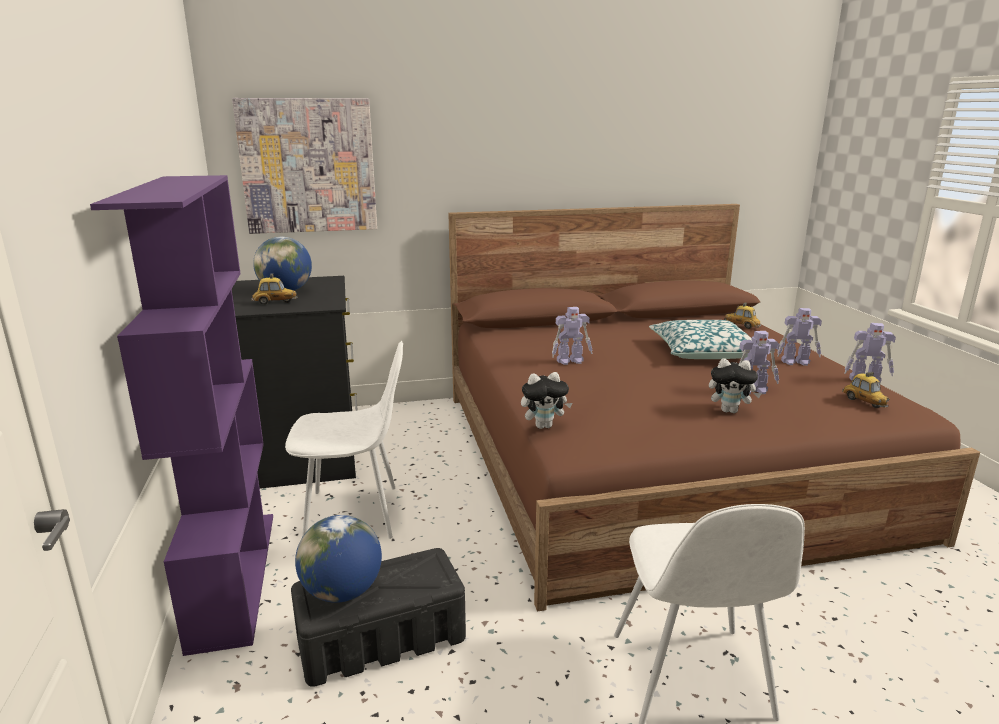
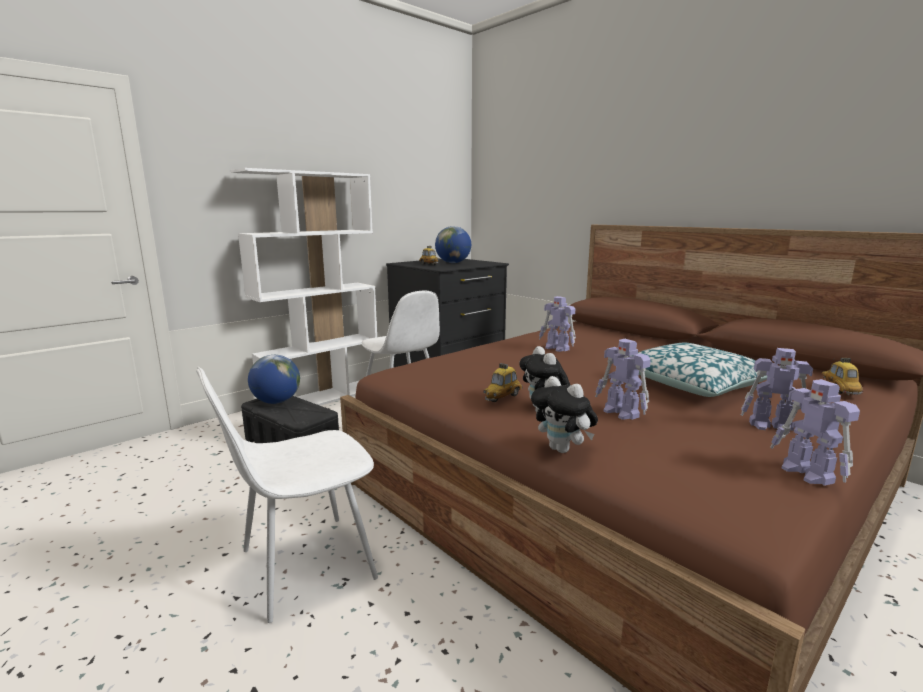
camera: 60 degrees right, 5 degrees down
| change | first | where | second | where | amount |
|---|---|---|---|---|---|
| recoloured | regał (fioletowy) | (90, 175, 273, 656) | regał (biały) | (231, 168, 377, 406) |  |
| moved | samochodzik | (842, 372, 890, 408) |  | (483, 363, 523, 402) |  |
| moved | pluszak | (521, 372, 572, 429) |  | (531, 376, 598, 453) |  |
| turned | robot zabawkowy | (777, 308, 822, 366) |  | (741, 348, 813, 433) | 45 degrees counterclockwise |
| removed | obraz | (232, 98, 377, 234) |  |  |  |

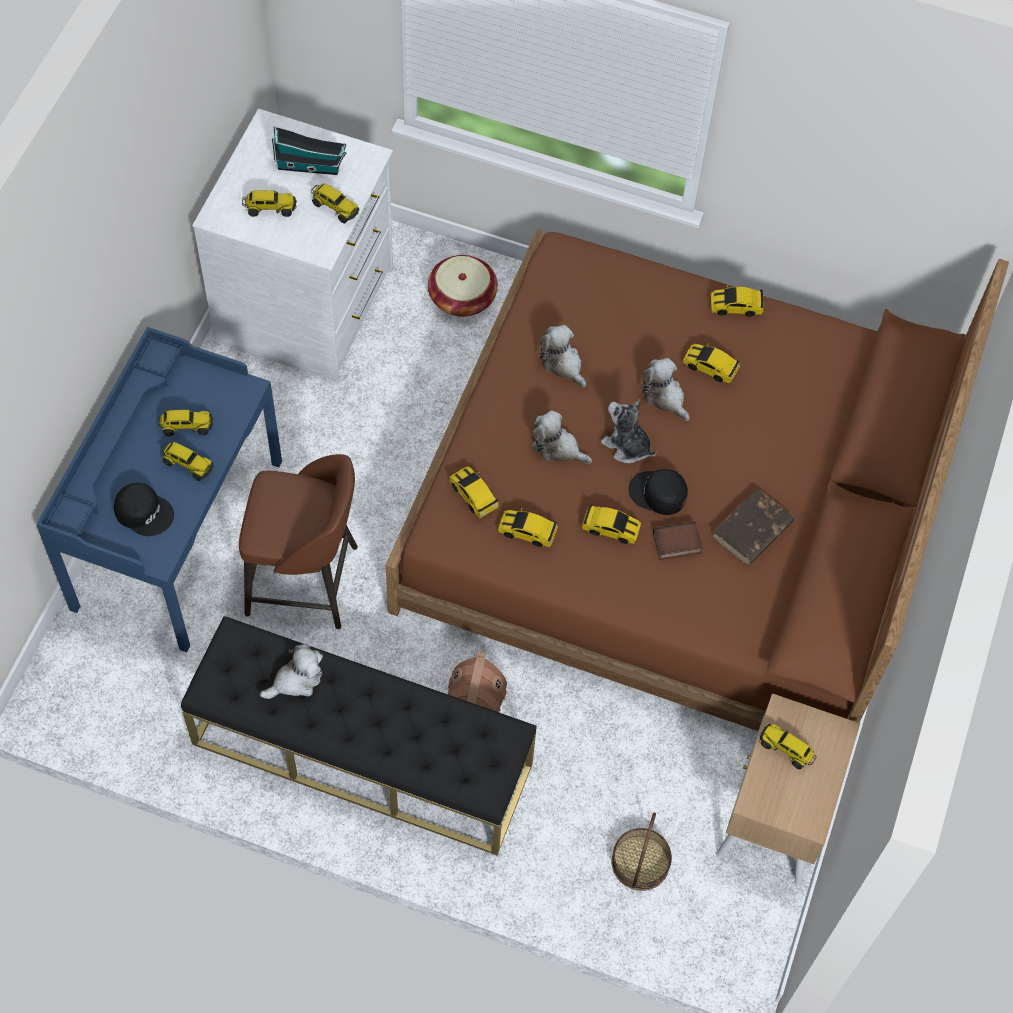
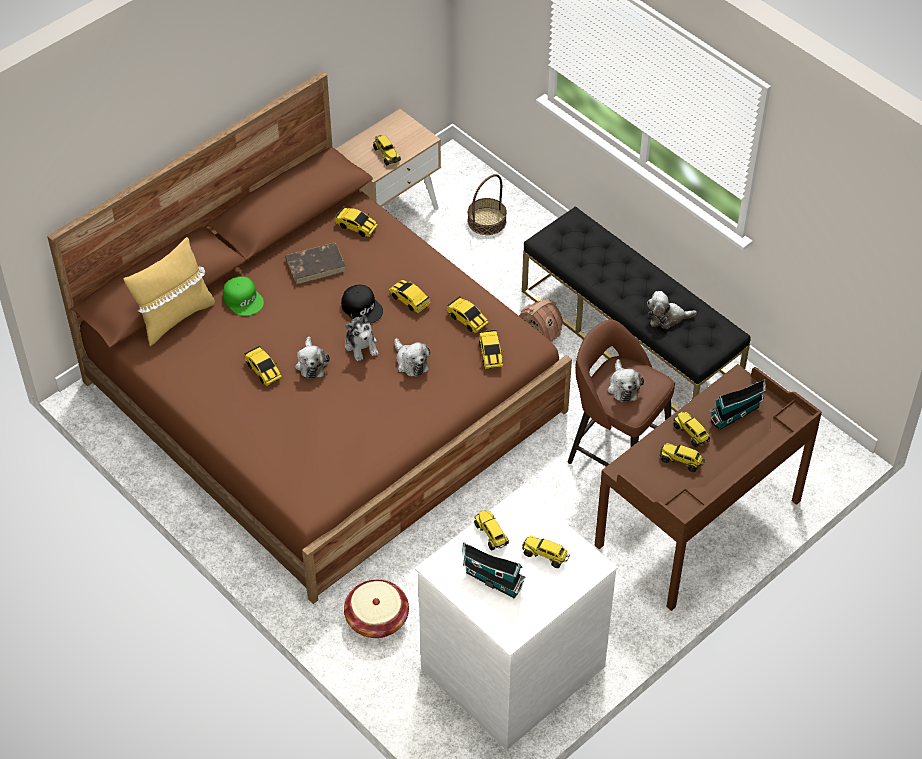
camera: 150 degrees left, 10 degrees down
| change | first | where | second | where | amount |
|---|---|---|---|---|---|
| added |  |  | poduszka (żółty) | (124, 237, 215, 346) |  |
| added |  |  | czapka z daszkiem (zielony) | (223, 276, 264, 316) |  |
| moved | samochodzik | (711, 285, 764, 317) |  | (335, 206, 378, 237) |  |
| recoloured | biurko (niebieski) | (36, 327, 282, 652) | biurko (brązowy) | (595, 364, 822, 611) |  |
| moved | pluszak | (540, 325, 586, 387) |  | (607, 359, 644, 402) |  |
| replaced | czapka z daszkiem (czarny) | (114, 483, 174, 536) | domek | (710, 379, 766, 430) |  |
| removed | książka | (653, 522, 703, 560) |  |  |  |

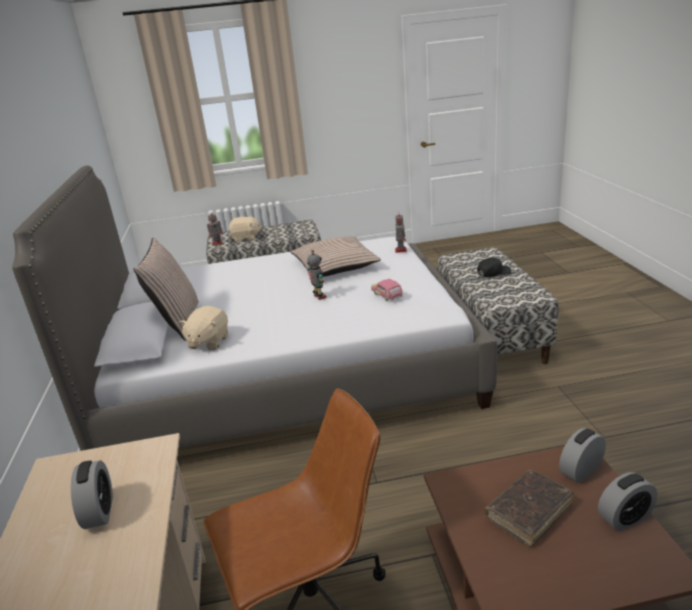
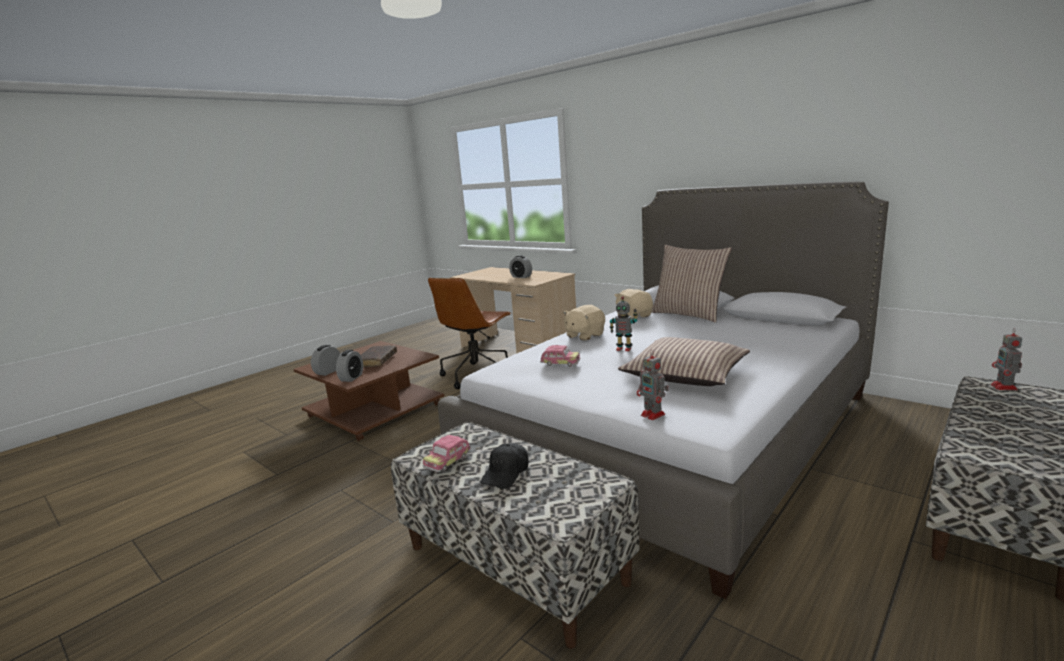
camera: 140 degrees right, 10 degrees down
| change | first | where | second | where | amount |
|---|---|---|---|---|---|
| added |  |  | samochodzik | (423, 435, 471, 472) |  |
| moved | pluszak (beżowy) | (229, 216, 262, 242) |  | (563, 305, 605, 341) |  |

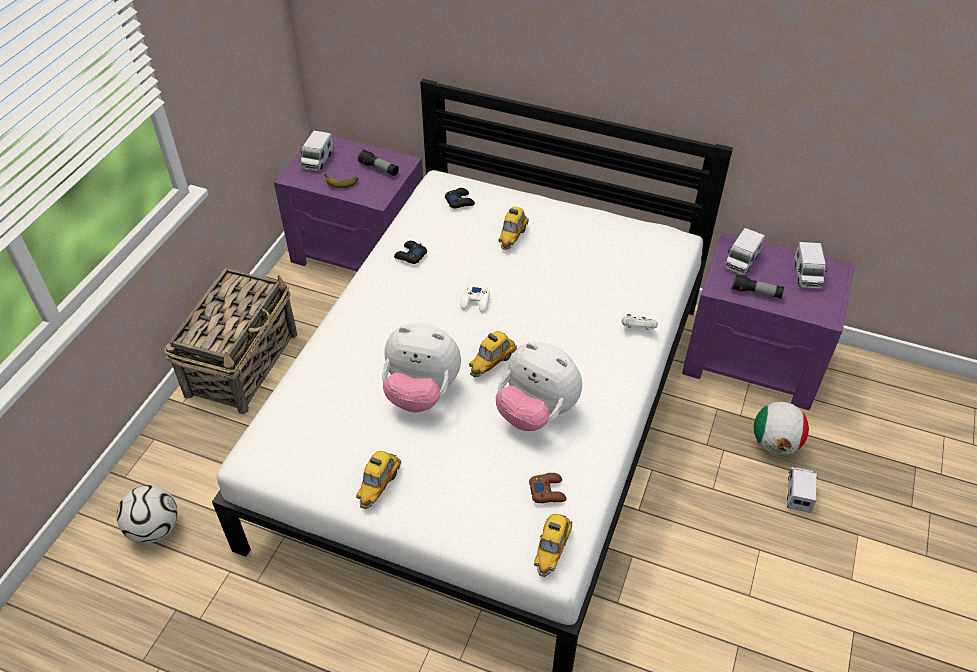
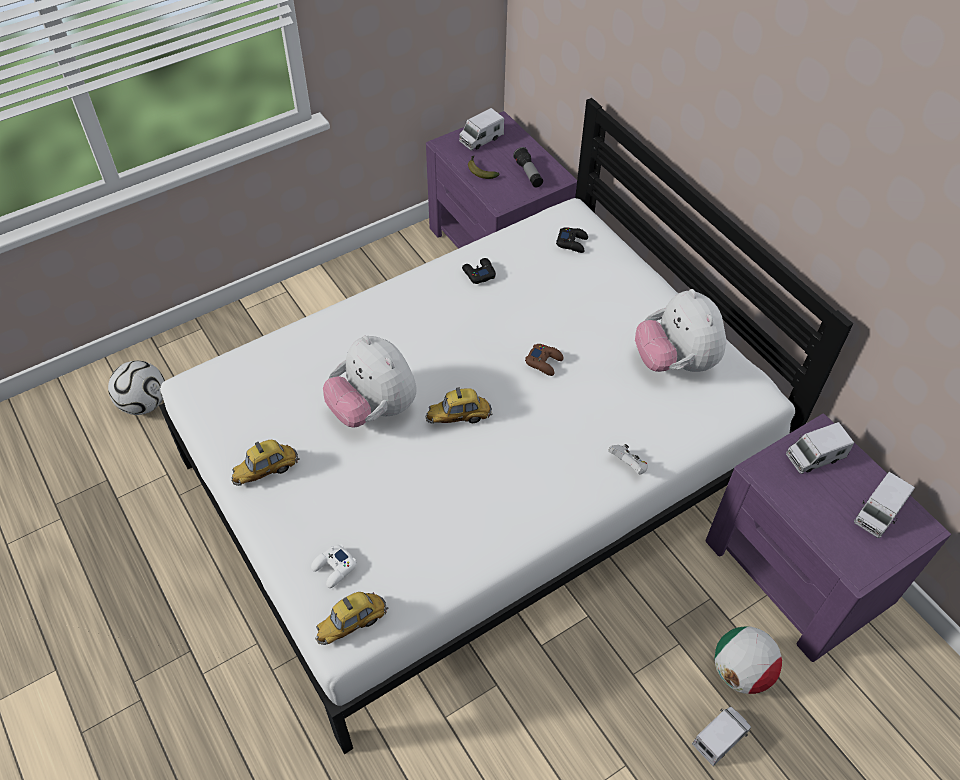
camera: 35 degrees right, 5 degrees up
| change | first | where | second | where | amount |
|---|---|---|---|---|---|
| moved | pad do gier (biały) | (460, 286, 490, 313) |  | (311, 544, 357, 588) |  |
| moved | pad do gier (brązowy) | (529, 473, 566, 503) |  | (525, 344, 563, 376) |  |
| moved | pluszak | (495, 342, 582, 431) |  | (635, 289, 726, 372) |  |
| removed | koszyk | (165, 268, 297, 414) |  |  |  |
| removed | samochodzik | (499, 207, 529, 250) |  |  |  |
| removed | latarka | (731, 274, 784, 299) |  |  |  |

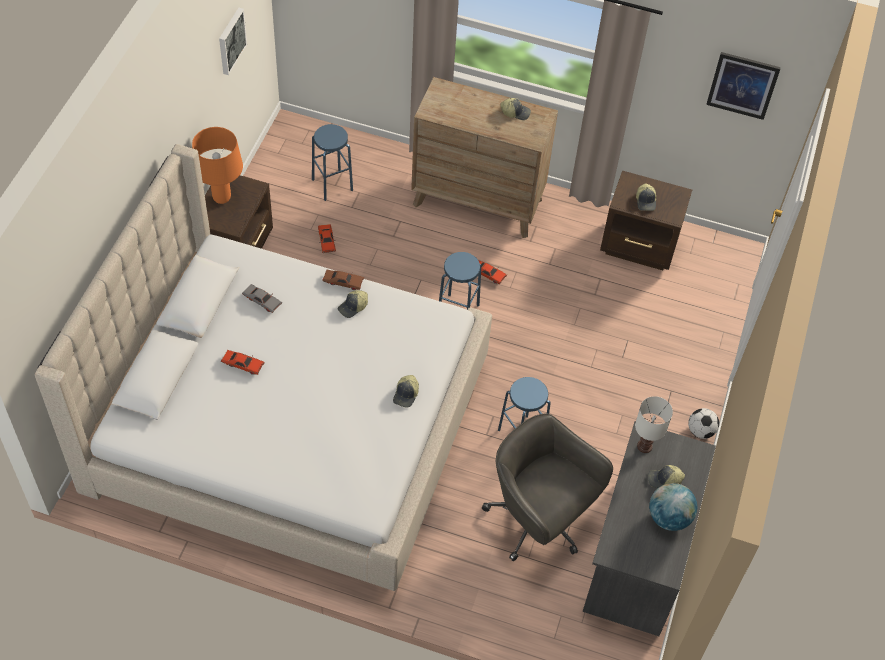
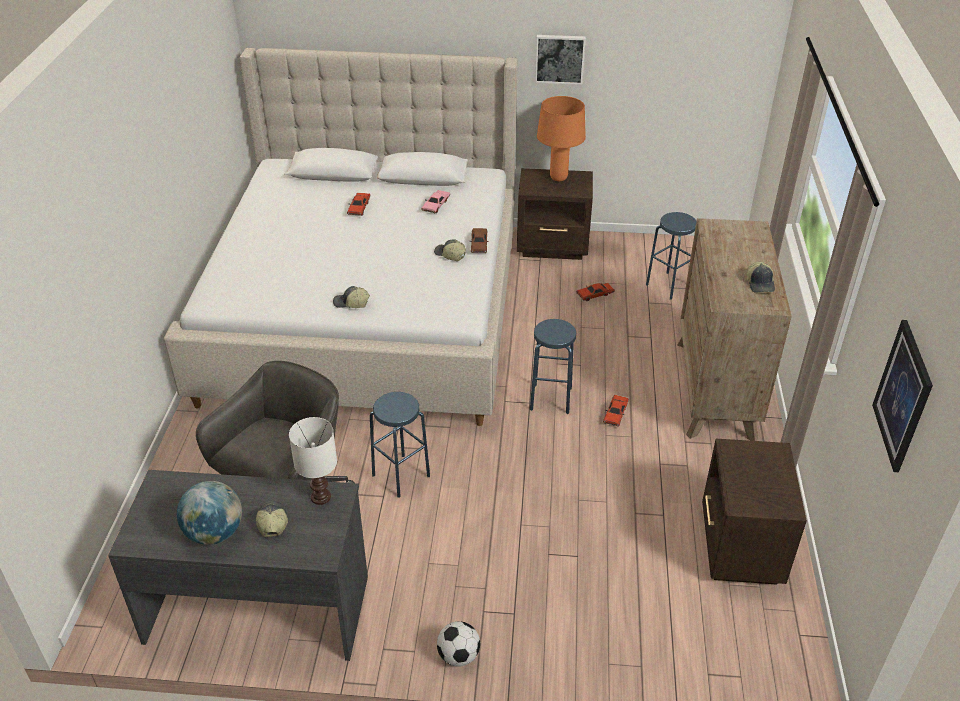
camera: 80 degrees right, 15 degrees down
| change | first | where | second | where | amount |
|---|---|---|---|---|---|
| recoloured | samochodzik (szary) | (242, 284, 282, 313) | samochodzik (różowy) | (421, 190, 450, 213) |  |
| moved | obraz | (219, 8, 247, 75) |  | (535, 35, 586, 84) |  |
| removed | czapka z daszkiem | (636, 183, 656, 211) |  |  |  |

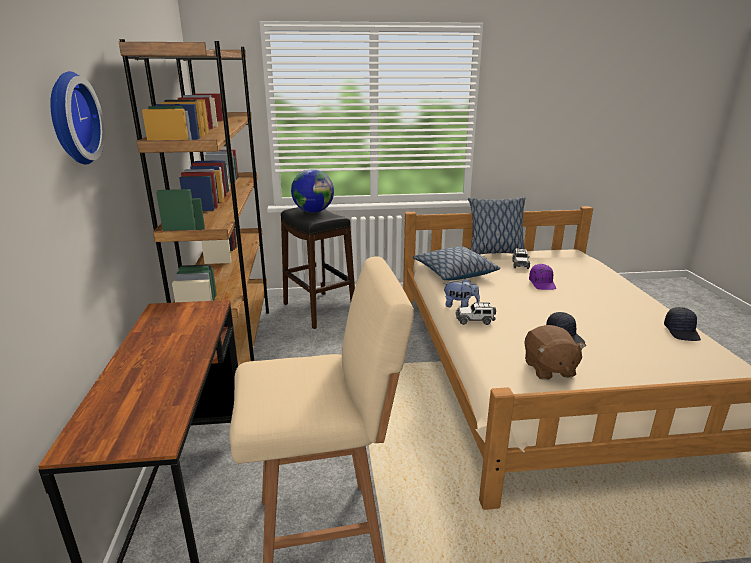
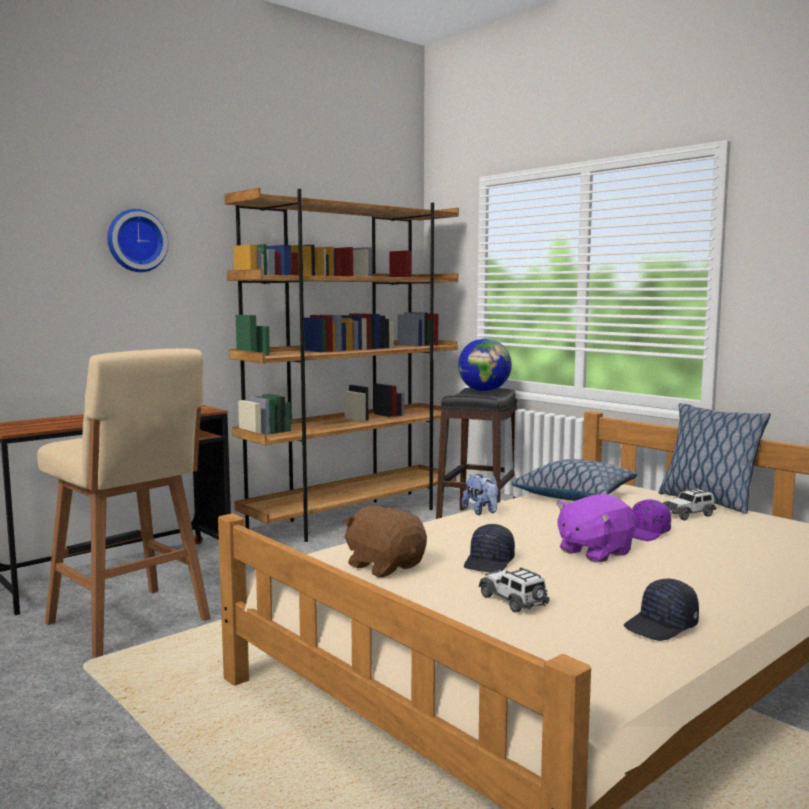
camera: 55 degrees right, 15 degrees down
| change | first | where | second | where | amount |
|---|---|---|---|---|---|
| turned | pluszak (brązowy) | (524, 325, 586, 380) |  | (343, 506, 427, 577) | 90 degrees clockwise |
| moved | samochodzik | (455, 302, 496, 325) |  | (479, 567, 550, 612) |  |
| added |  |  | pluszak (fioletowy) | (557, 494, 636, 563) |  |

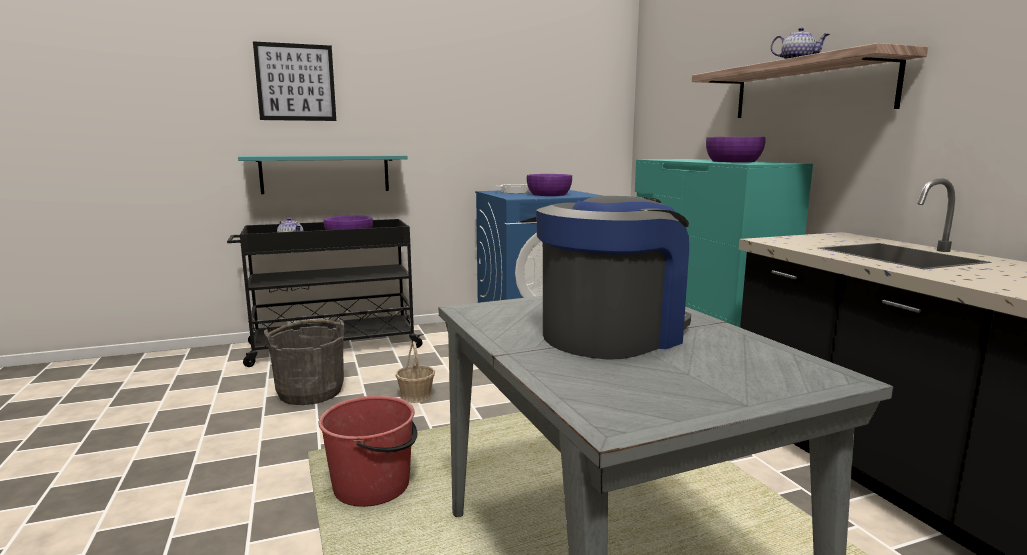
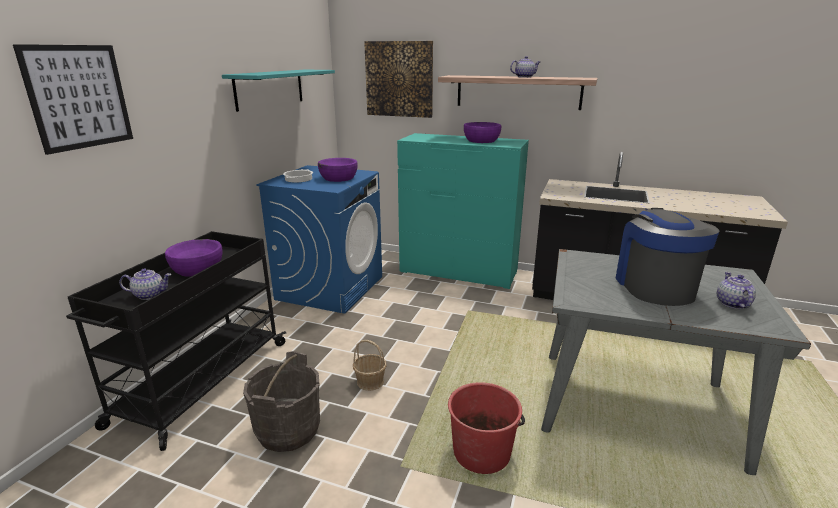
camera: 50 degrees left, 10 degrees up
| change | first | where | second | where | amount |
|---|---|---|---|---|---|
| moved | półka (turkusowy) | (238, 155, 408, 194) |  | (222, 70, 335, 112) |  |
| added |  |  | obraz | (364, 41, 433, 118) |  |
| added |  |  | imbryk | (717, 272, 756, 309) |  |

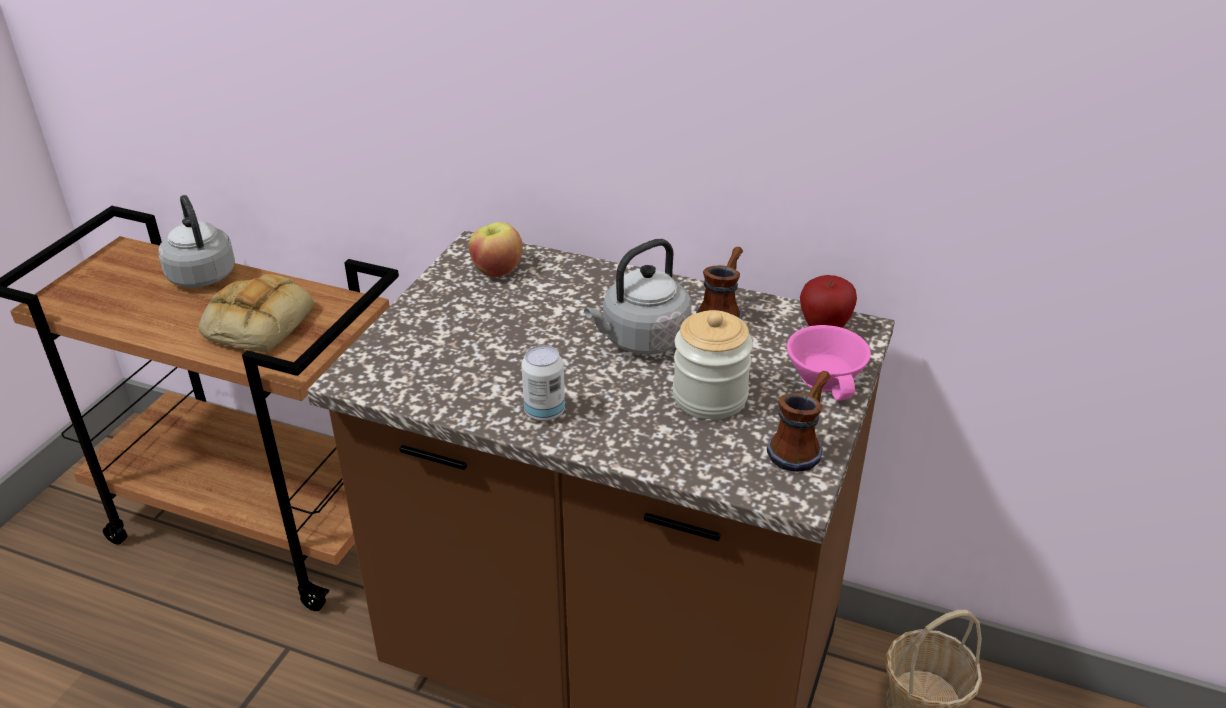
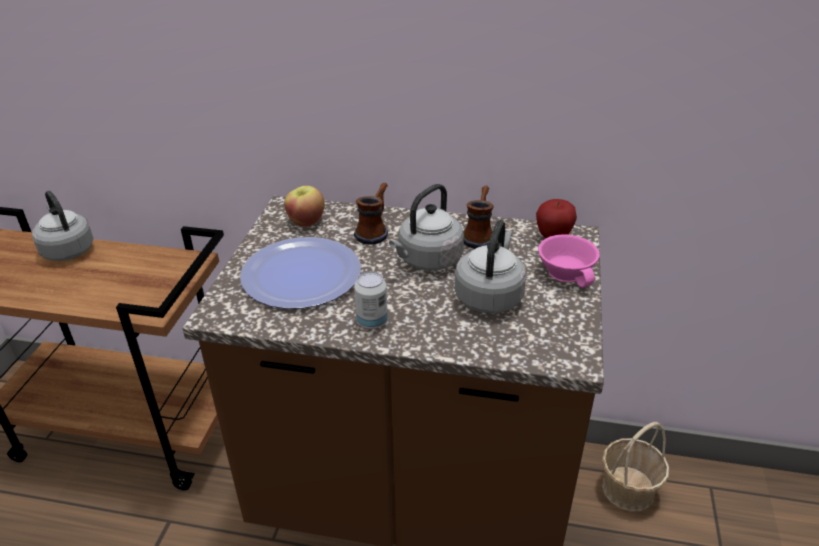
camera: 10 degrees left, 0 degrees up
| change | first | where | second | where | amount |
|---|---|---|---|---|---|
| added |  |  | talerz | (240, 237, 361, 309) |  |
| moved | kubek | (767, 371, 831, 472) |  | (354, 183, 388, 245) |  |
| replaced | słoik | (673, 310, 753, 419) | czajnik (szary) | (455, 220, 526, 313) |  |
| removed | chleb | (199, 274, 314, 352) |  |  |  |

